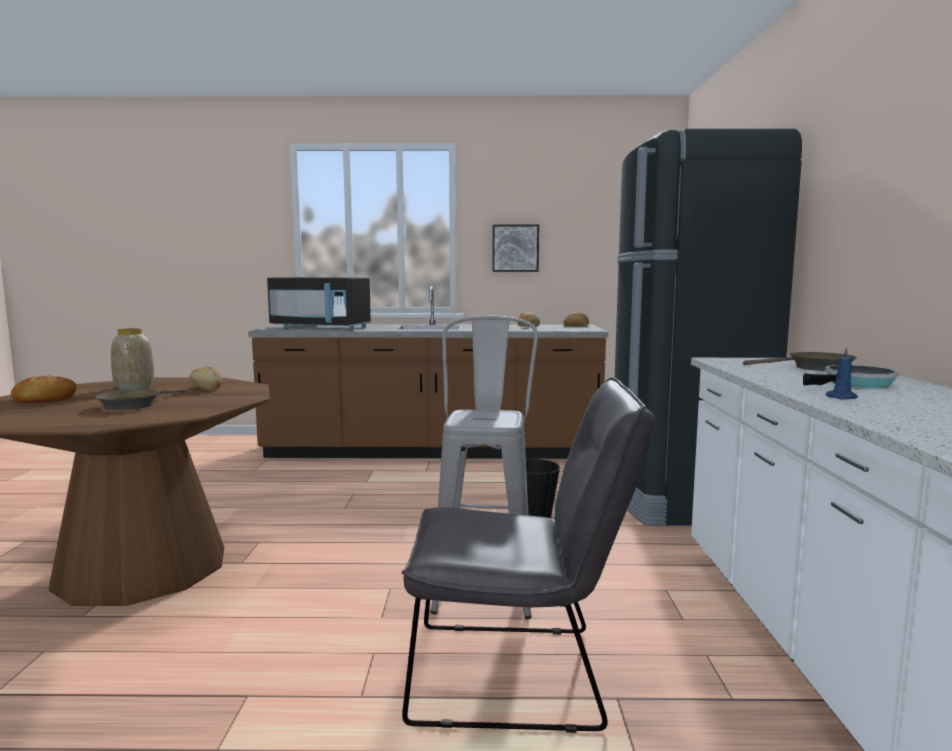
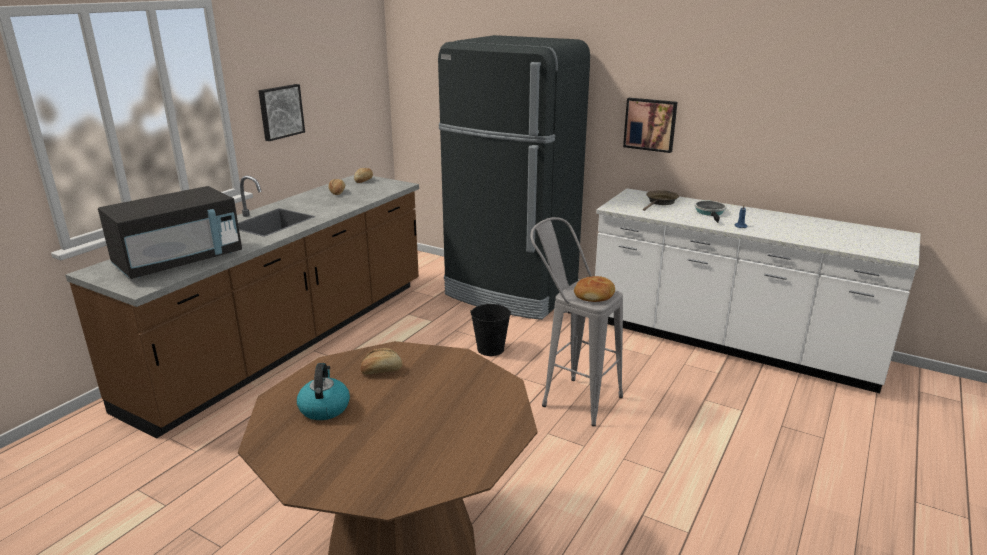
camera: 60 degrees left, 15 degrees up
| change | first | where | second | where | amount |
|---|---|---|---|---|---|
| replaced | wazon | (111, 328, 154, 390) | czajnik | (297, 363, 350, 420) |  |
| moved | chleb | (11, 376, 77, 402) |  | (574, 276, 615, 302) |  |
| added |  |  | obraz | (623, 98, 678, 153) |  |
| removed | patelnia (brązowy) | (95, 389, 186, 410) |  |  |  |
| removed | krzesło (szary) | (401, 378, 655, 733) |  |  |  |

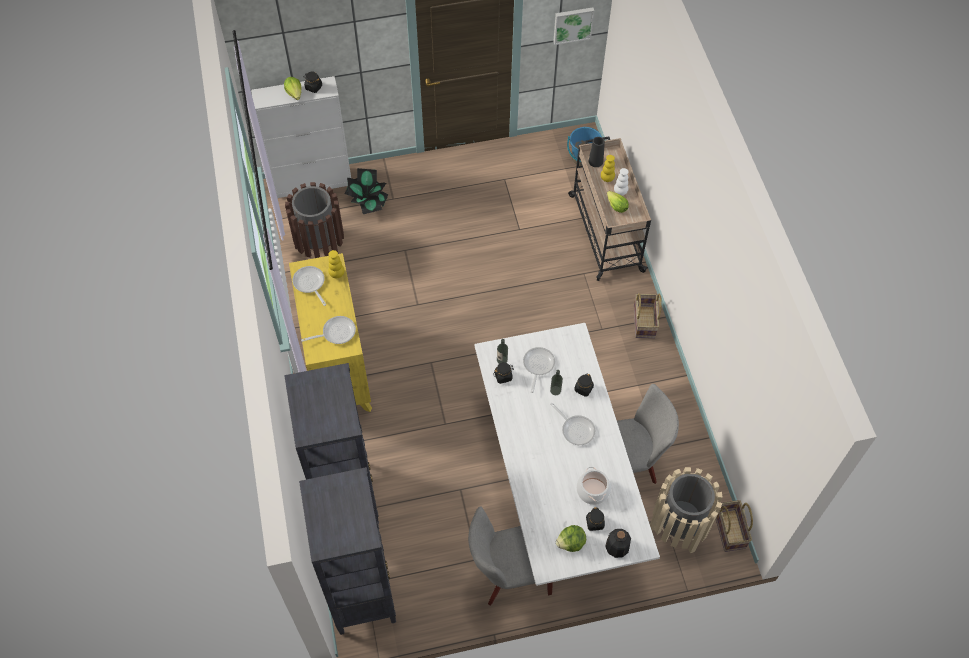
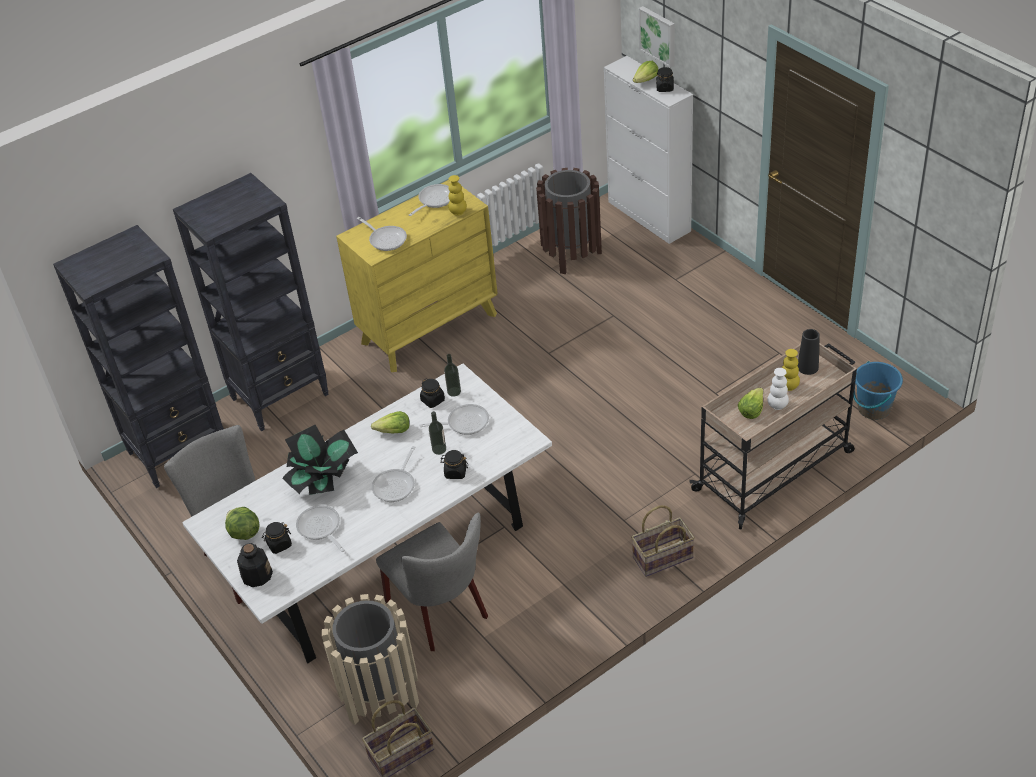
camera: 70 degrees right, 15 degrees down
| change | first | where | second | where | amount |
|---|---|---|---|---|---|
| moved | roślina doniczkowa | (345, 168, 388, 214) |  | (282, 425, 358, 495) |  |
| replaced | garnek | (577, 467, 611, 505) | patelnia | (296, 505, 345, 552) |  |
| added |  |  | sałata | (371, 411, 410, 434) |  |
| moved | obraz | (553, 7, 594, 45) |  | (639, 6, 675, 68) |  |

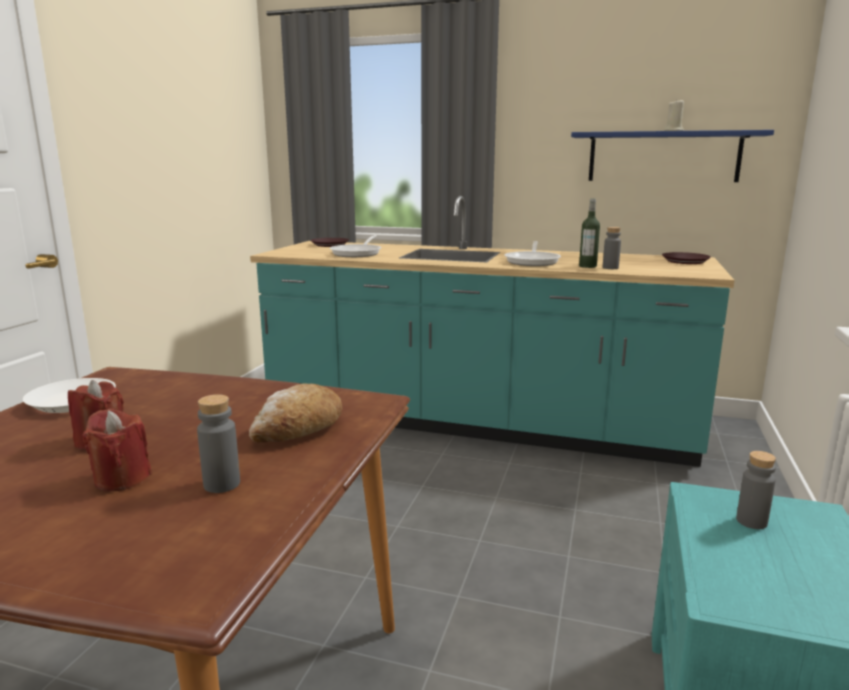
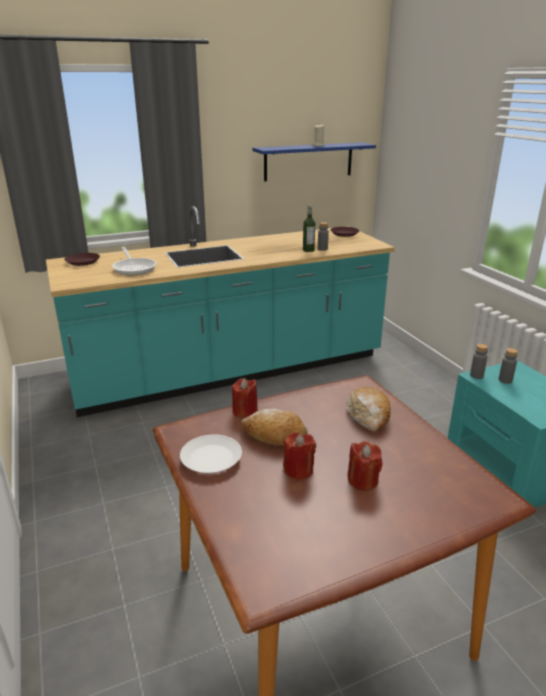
camera: 40 degrees left, 10 degrees up
| change | first | where | second | where | amount |
|---|---|---|---|---|---|
| added |  |  | świeca (czerwony) | (232, 378, 258, 418) |  |
| added |  |  | chleb | (241, 408, 308, 446) |  |
| moved | butelka (szary) | (197, 394, 240, 493) |  | (470, 344, 488, 379) |  |
| removed | patelnia | (504, 241, 561, 266) |  |  |  |

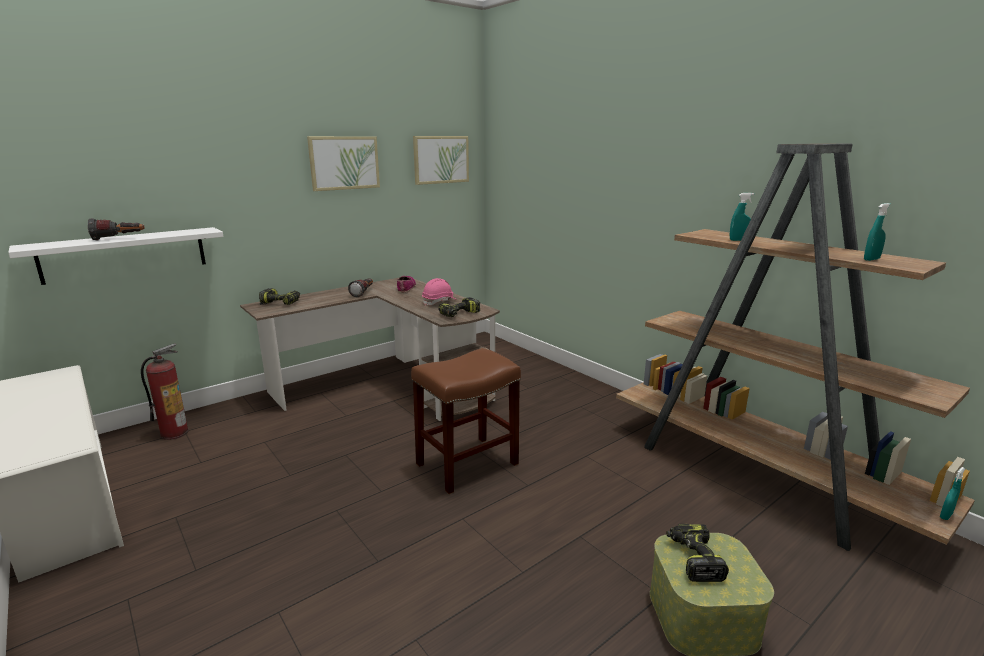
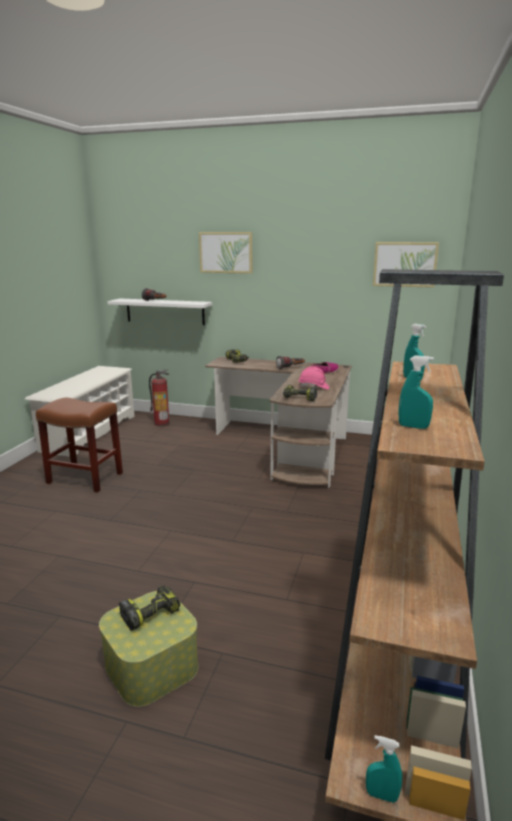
camera: 55 degrees right, 0 degrees up
| change | first | where | second | where | amount |
|---|---|---|---|---|---|
| moved | stołek (brązowy) | (411, 348, 521, 494) |  | (36, 397, 123, 493) |  |
| moved | obraz | (307, 136, 380, 191) |  | (199, 232, 252, 274) |  |

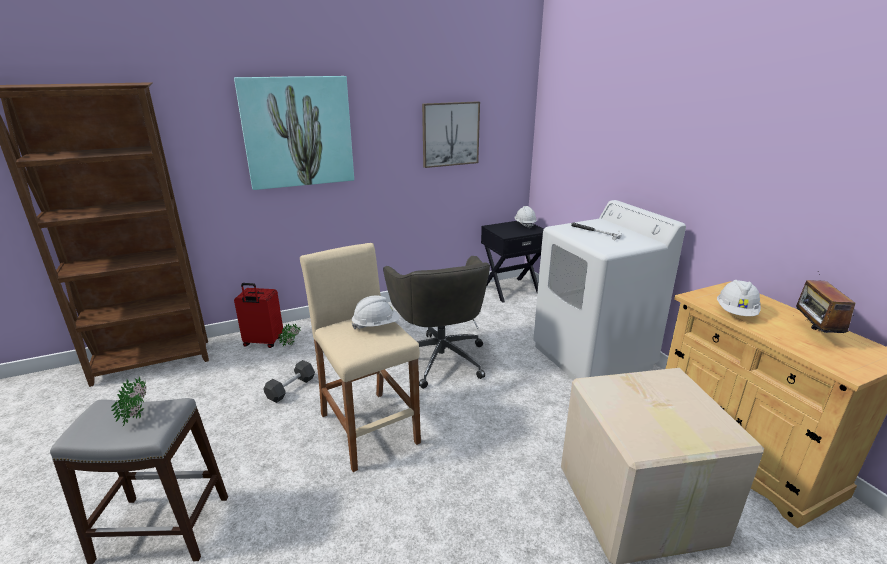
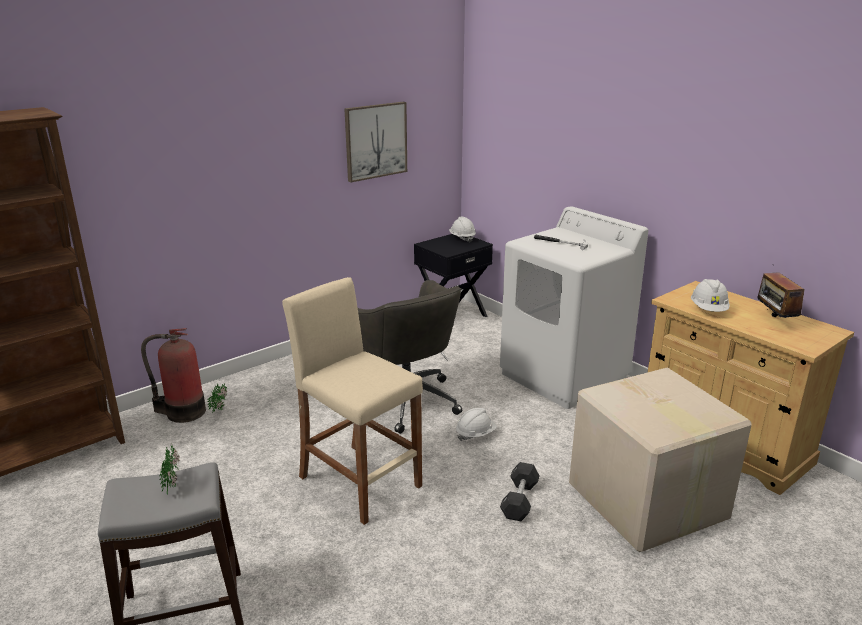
camera: 15 degrees left, 0 degrees up
| change | first | where | second | where | amount |
|---|---|---|---|---|---|
| replaced | walizka (czerwony) | (234, 283, 283, 348) | gaśnica | (141, 328, 206, 423) |  |
| moved | kask (biały) | (352, 295, 399, 329) |  | (456, 408, 497, 441) |  |
| moved | hantel (czarny) | (264, 360, 315, 403) |  | (500, 462, 540, 521) |  |
| removed | obraz | (234, 76, 354, 190) |  |  |  |

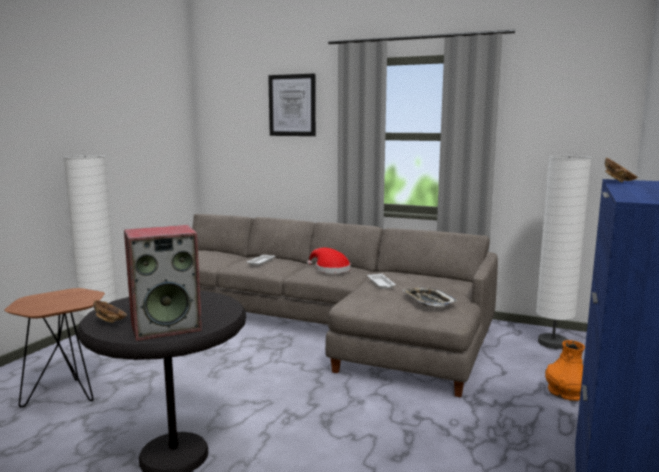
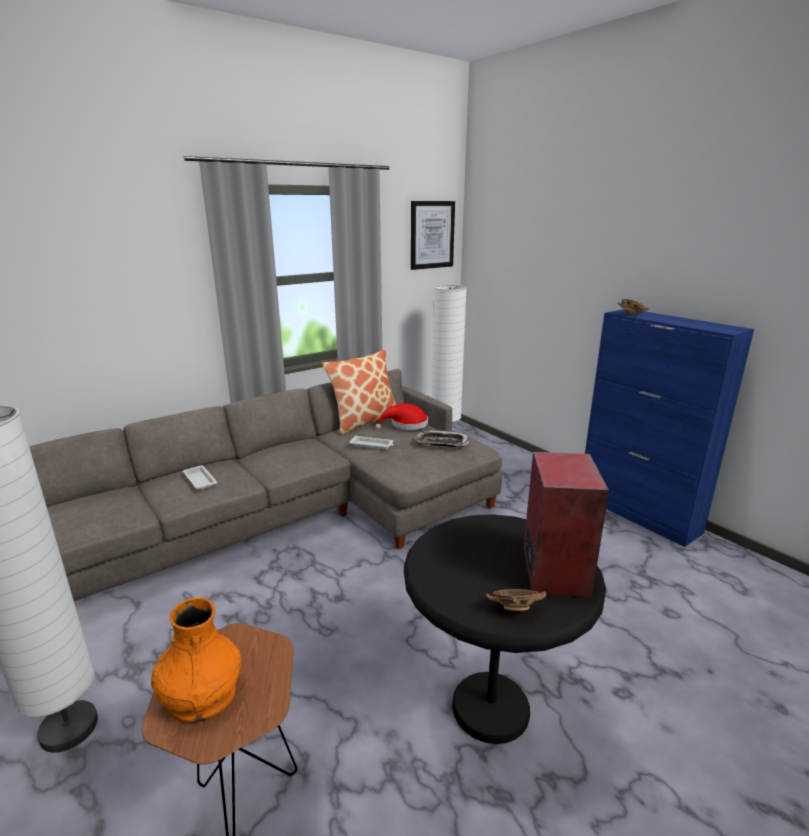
camera: 60 degrees left, 10 degrees up
| change | first | where | second | where | amount |
|---|---|---|---|---|---|
| moved | wazon (pomarańczowy) | (545, 340, 585, 401) |  | (151, 597, 241, 722) |  |
| added |  |  | poduszka | (322, 349, 397, 435) |  |
| moved | kapelusz (czerwony) | (307, 248, 351, 273) |  | (376, 403, 428, 430) |  |
| moved | obraz | (268, 74, 316, 136) |  | (411, 201, 455, 270) |  |

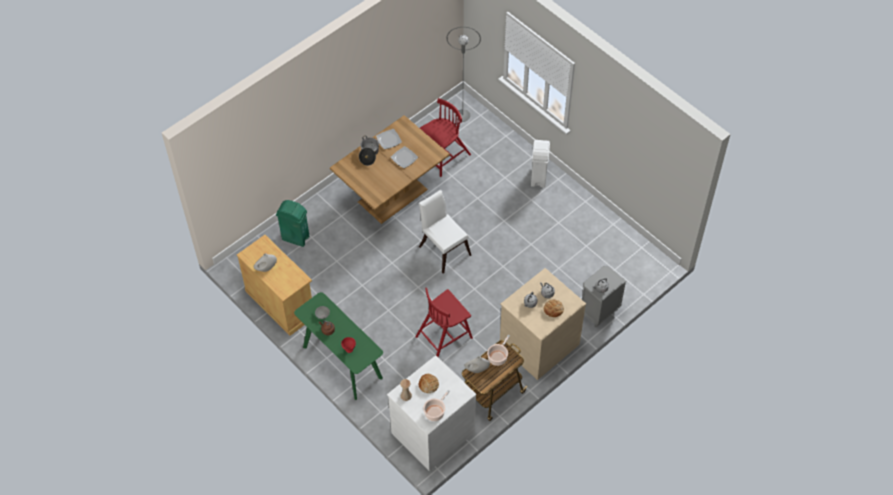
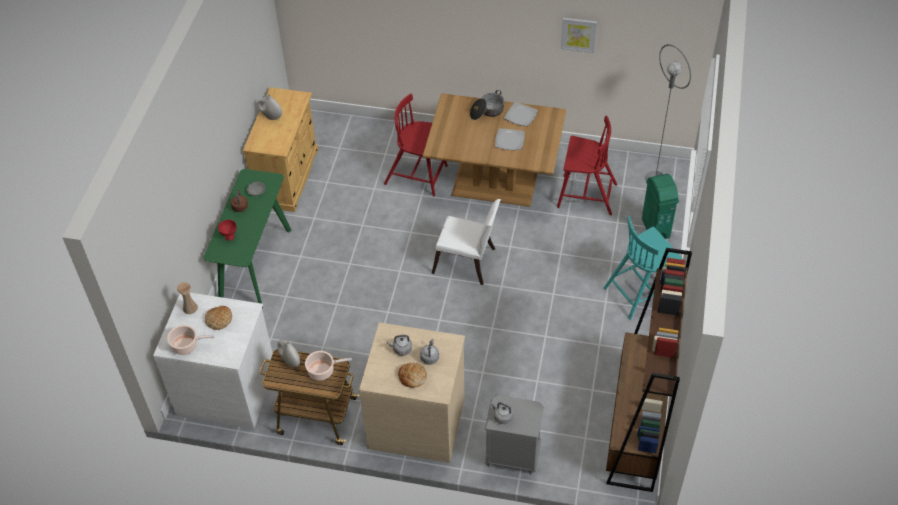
camera: 55 degrees right, 5 degrees down
| change | first | where | second | where | amount |
|---|---|---|---|---|---|
| moved | krzesło (czerwony) | (415, 288, 473, 357) |  | (384, 93, 448, 196) |  |
| turned | krzesło (biały) | (419, 190, 471, 273) |  | (432, 199, 501, 285) | 90 degrees clockwise |
| added |  |  | obraz | (561, 18, 597, 53) |  |
| replaced | kosz na śmieci (biały) | (531, 140, 550, 188) | krzesło (turkusowy) | (603, 216, 683, 320) |  |
| added |  |  | regał (brązowy) | (606, 248, 692, 492) |  |
| moved | kosz na śmieci (zielony) | (276, 200, 309, 247) |  | (642, 174, 679, 239) |  |

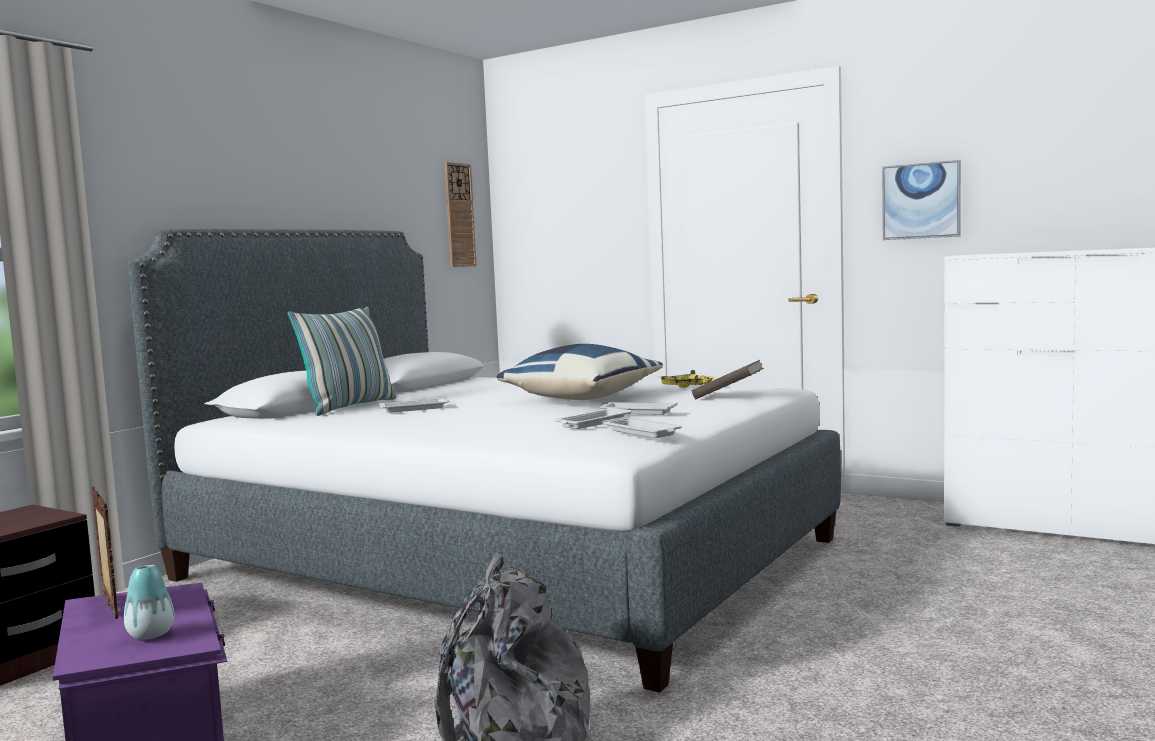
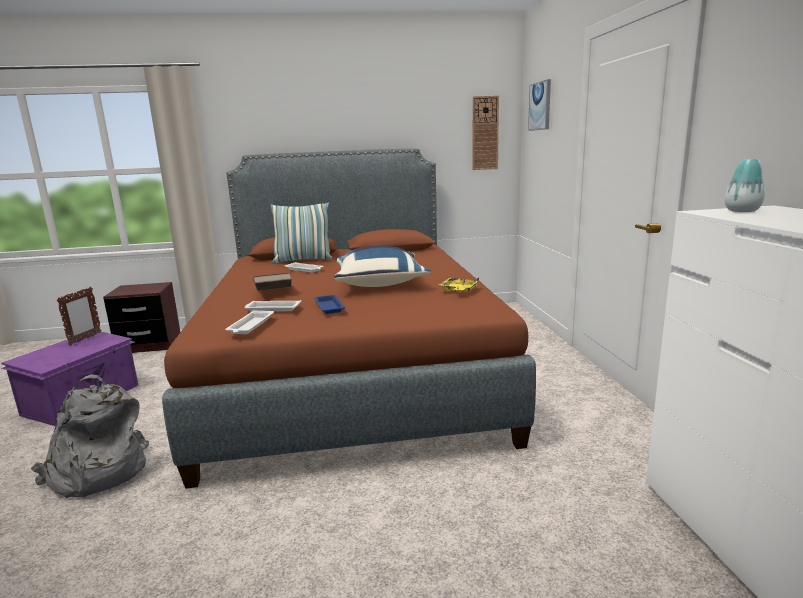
camera: 50 degrees right, 10 degrees up
| change | first | where | second | where | amount |
|---|---|---|---|---|---|
| recoloured | łóżko (biały) | (127, 229, 841, 693) | łóżko (brązowy) | (162, 148, 536, 489) |  |
| moved | książka (brązowy) | (692, 360, 764, 399) |  | (253, 272, 291, 291) |  |
| recoloured | taca (biały) | (600, 402, 677, 415) | taca (niebieski) | (314, 295, 345, 314) |  |
| moved | obraz | (882, 160, 961, 240) |  | (528, 79, 551, 131) |  |
| moved | wazon | (124, 565, 174, 640) |  | (725, 159, 765, 212) |  |

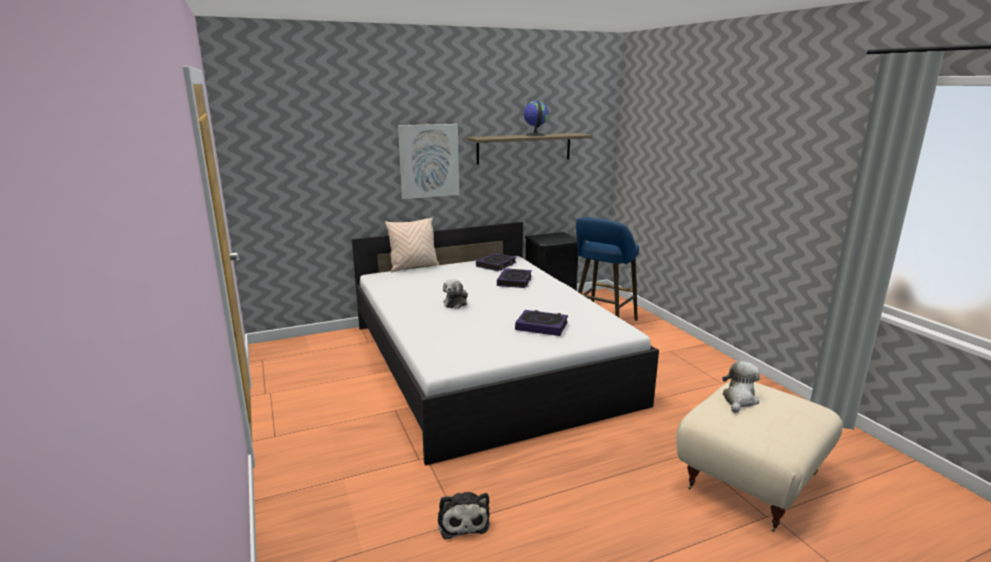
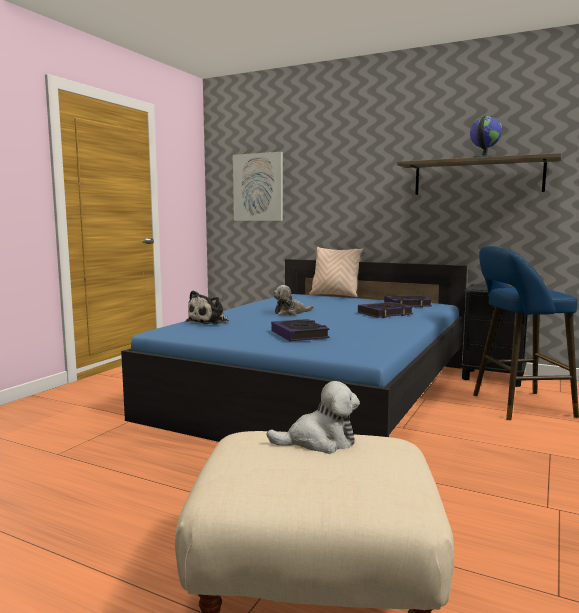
camera: 50 degrees right, 10 degrees down
| change | first | where | second | where | amount |
|---|---|---|---|---|---|
| recoloured | łóżko (biały) | (352, 222, 659, 466) | łóżko (niebieski) | (121, 259, 467, 442) |  |
| moved | pluszak | (438, 492, 490, 539) |  | (185, 291, 229, 325) |  |
| moved | obraz | (398, 124, 459, 199) |  | (233, 152, 283, 221) |  |

